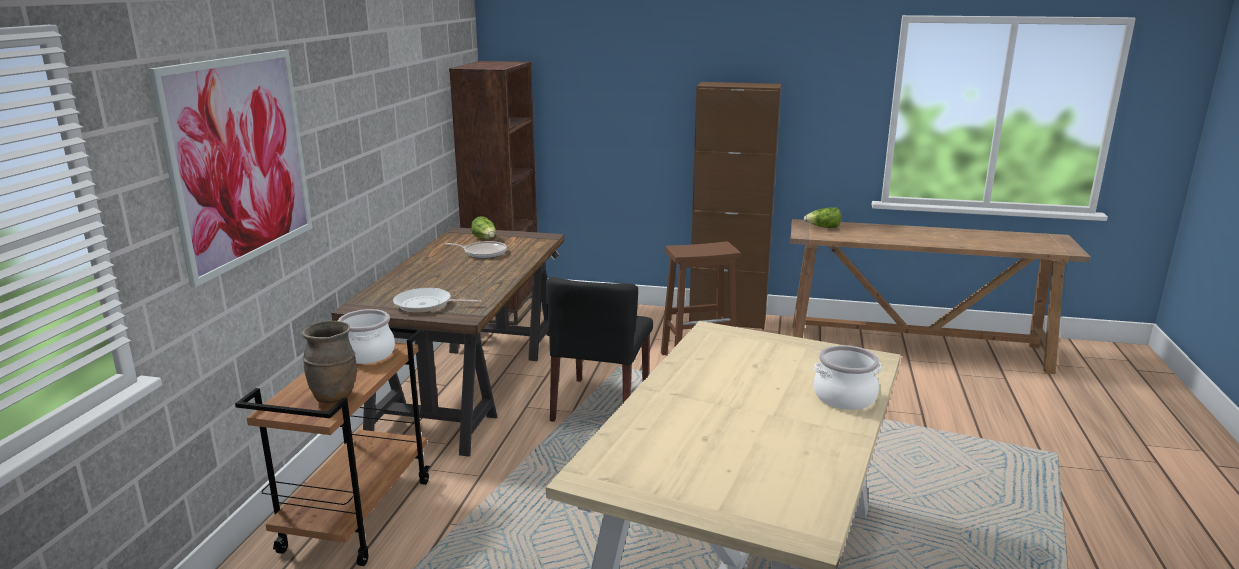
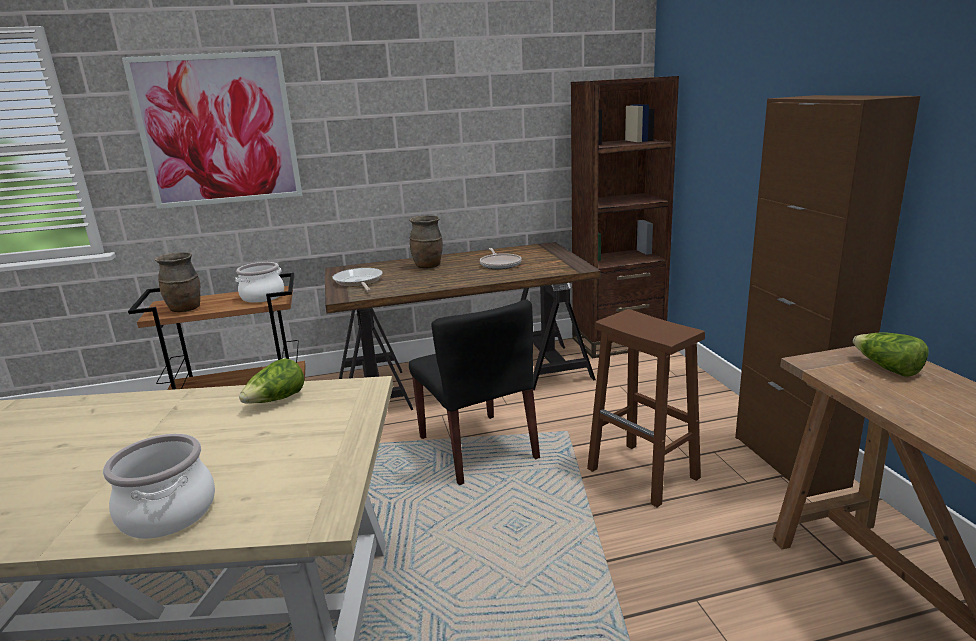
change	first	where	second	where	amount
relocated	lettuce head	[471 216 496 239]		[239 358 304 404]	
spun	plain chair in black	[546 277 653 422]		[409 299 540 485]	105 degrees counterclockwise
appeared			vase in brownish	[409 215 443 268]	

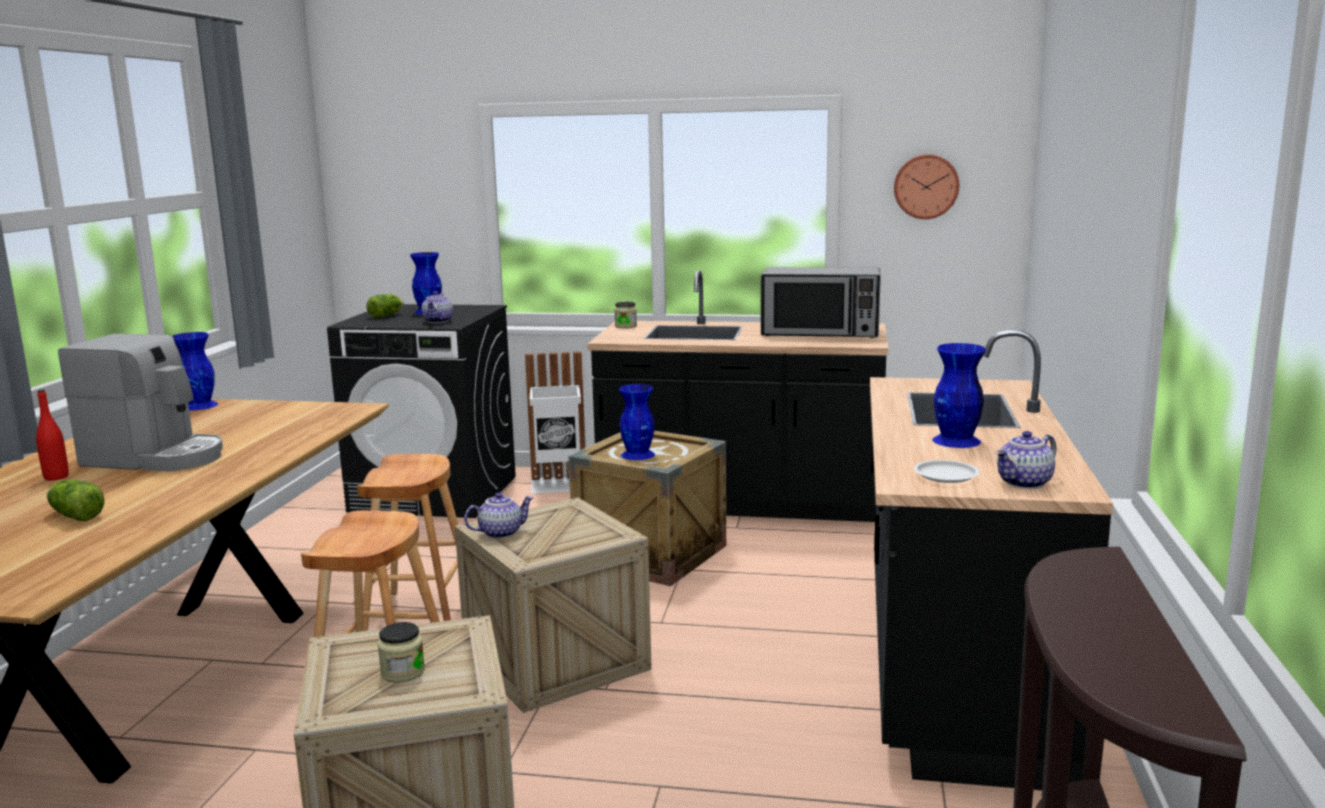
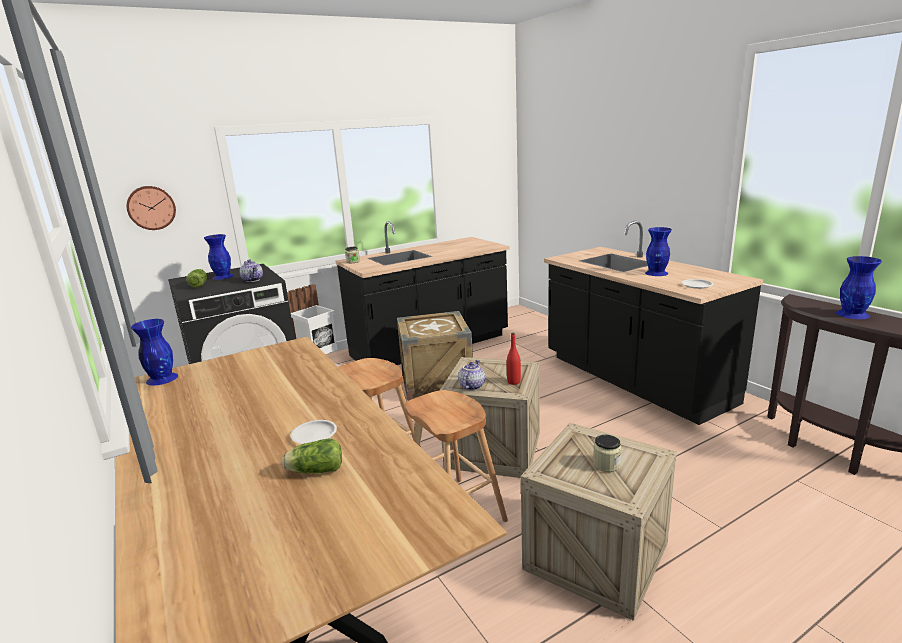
change	first	where	second	where	amount
relocated	bottle in red	[36 389 69 481]		[507 333 521 385]	
missing	coffee machine	[58 334 223 472]			
relocated	vase in blue	[619 384 655 460]		[836 256 882 319]	
missing	microwave oven	[761 267 881 338]			
relocated	wall clock	[894 154 959 219]		[126 186 176 230]	
missing	teapot	[996 431 1057 489]			
appeared			flat dish in white	[290 420 337 444]	

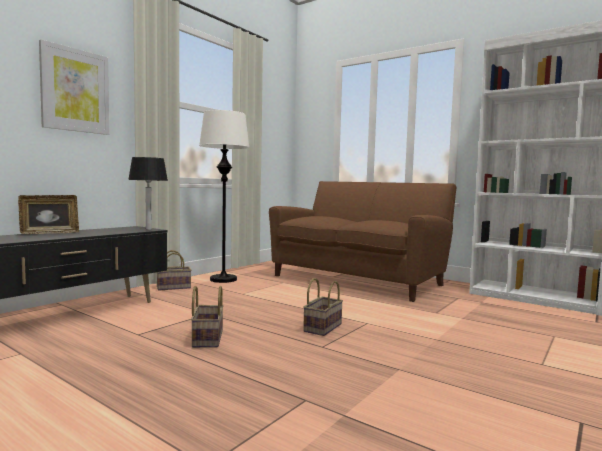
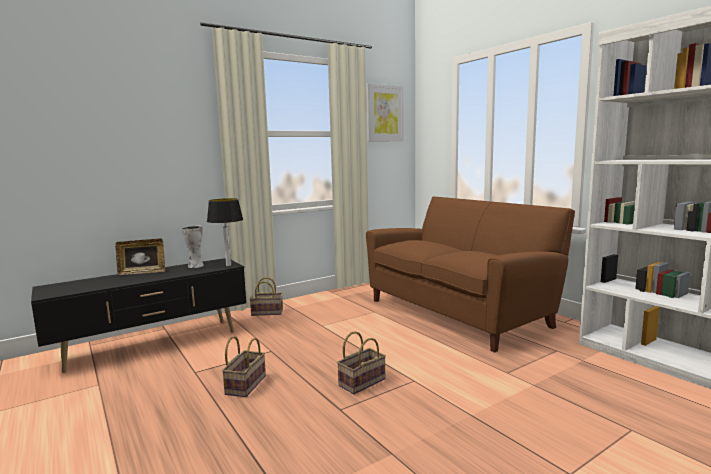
change	first	where	second	where	amount
relocated	wall art	[39 39 109 135]		[366 83 404 142]	
missing	standard lamp in white	[199 110 250 283]			
appeared			vase	[182 226 204 268]	

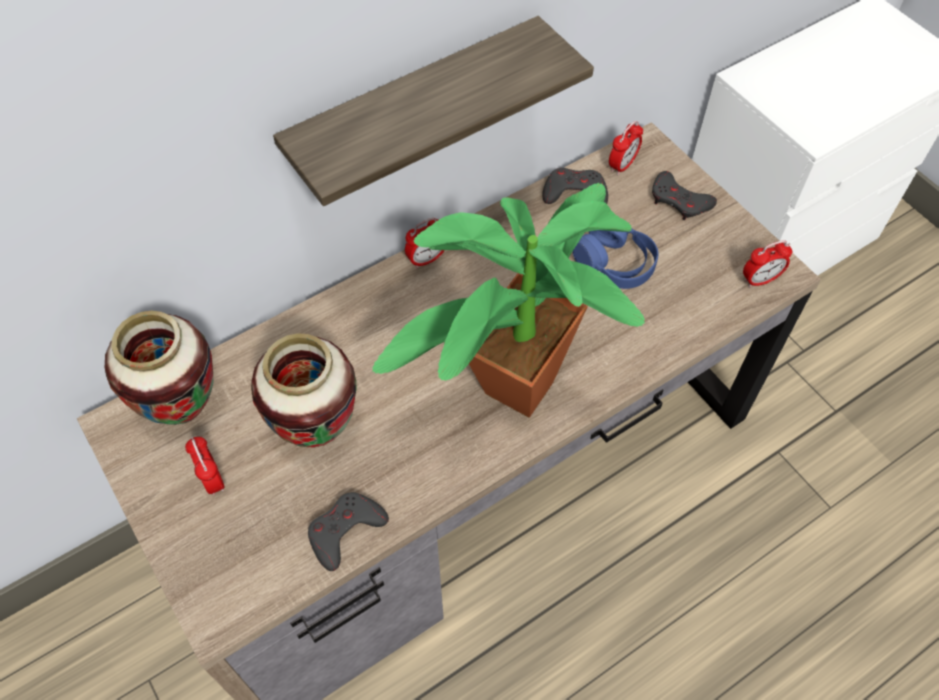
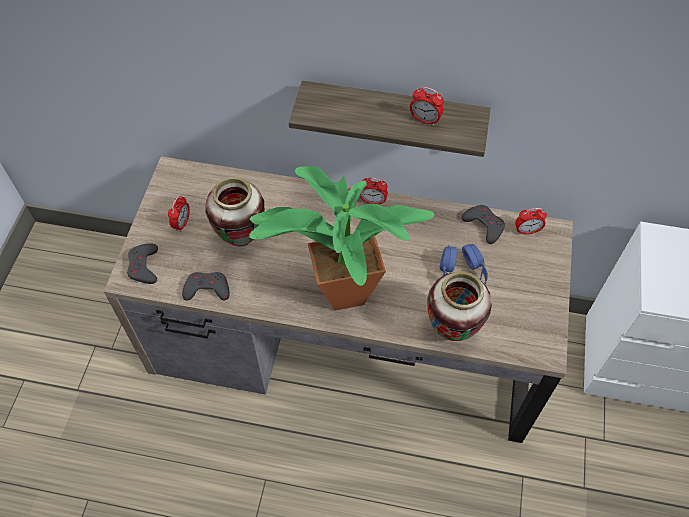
change	first	where	second	where	amount
relocated	vase	[105 311 213 425]		[427 271 492 341]	
relocated	game controller in gray	[652 171 717 220]		[127 243 158 284]	
relocated	table clock	[743 240 792 288]		[410 87 444 126]	

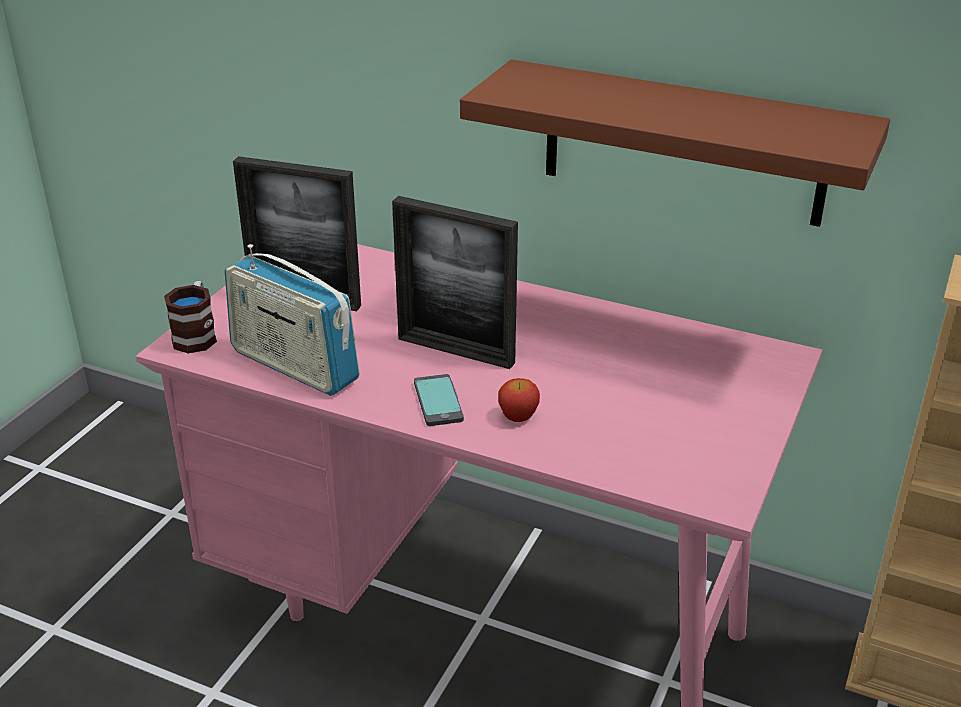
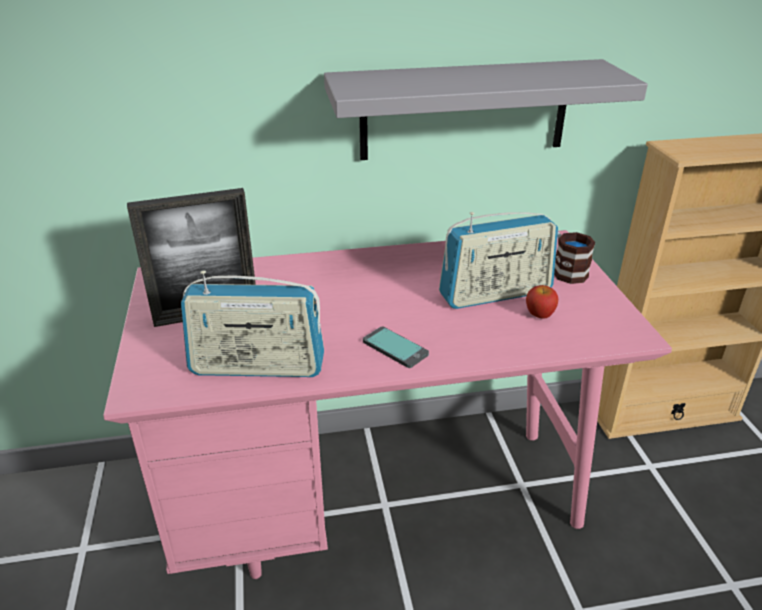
change	first	where	second	where	amount
relocated	tea mug	[164 281 217 353]		[554 232 596 284]	
missing	standing frame	[392 196 518 369]			
colour	wall shelf in brownish	[460 59 890 227]	wall shelf in gray	[324 59 648 160]	
relocated	apple fruit	[498 378 540 422]		[526 285 558 318]	
appeared			radio	[439 212 558 309]	

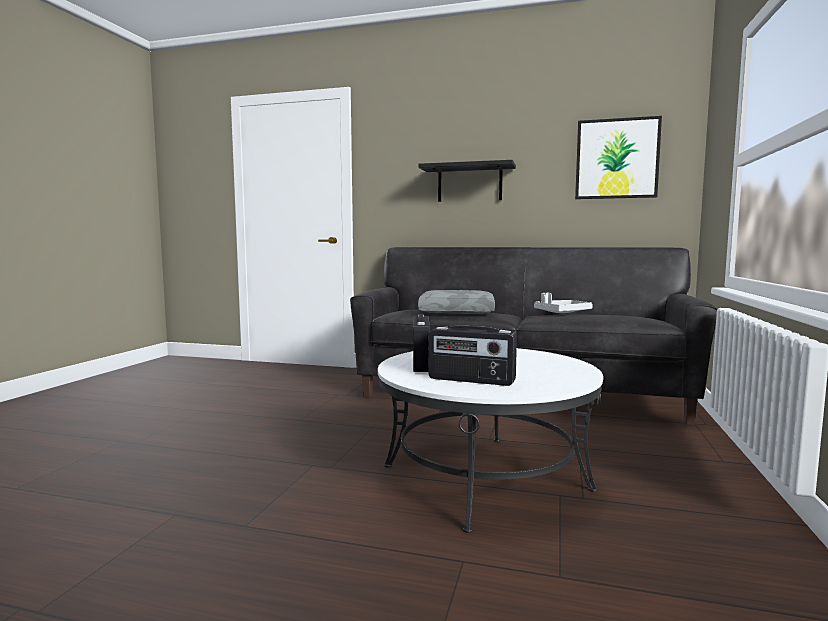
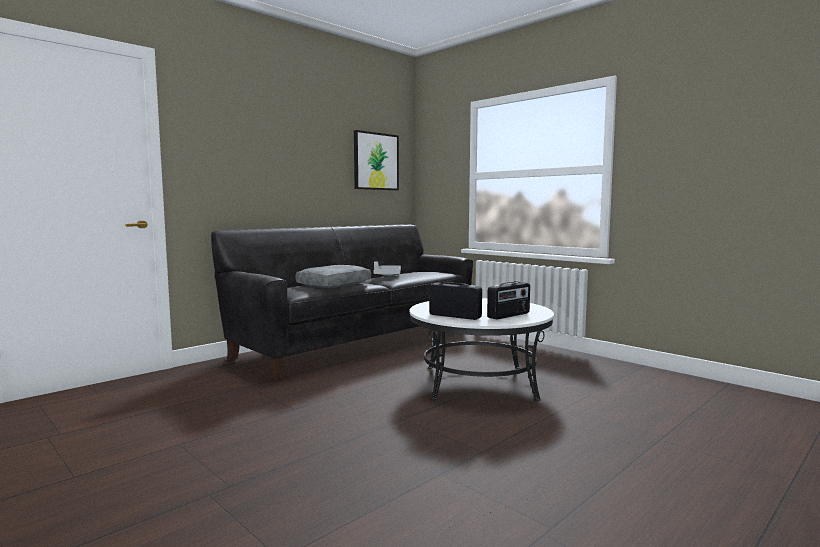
change	first	where	second	where	amount
missing	wall shelf in black	[418 160 516 202]			

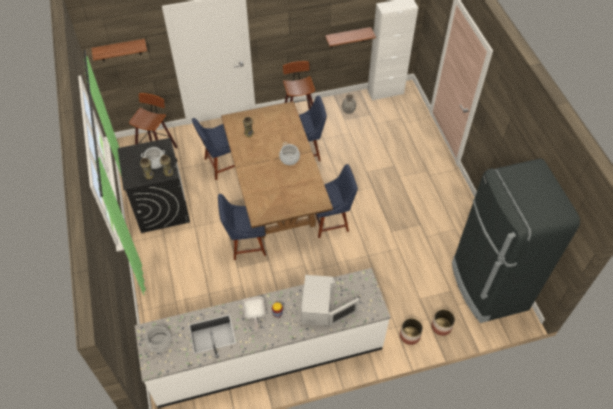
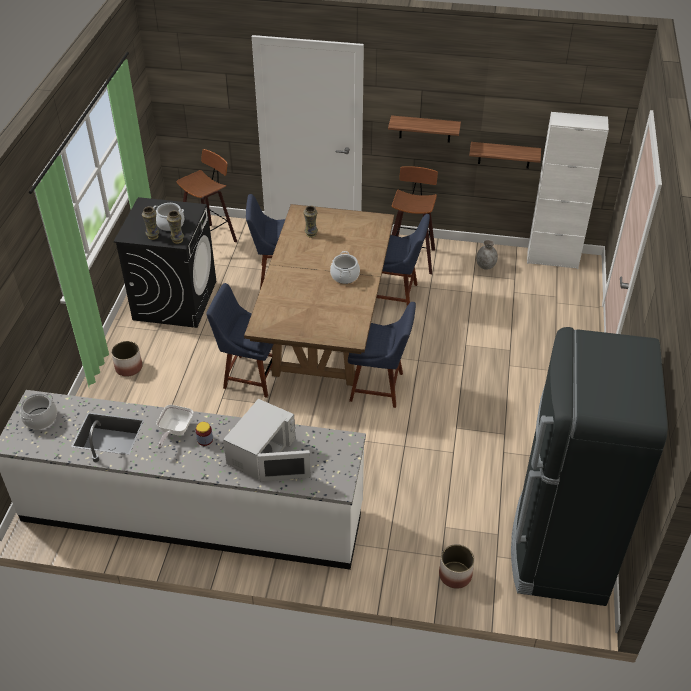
change	first	where	second	where	amount
relocated	wall shelf	[91 39 147 61]		[388 115 461 143]	
relocated	planter	[400 318 423 345]		[111 341 142 377]	

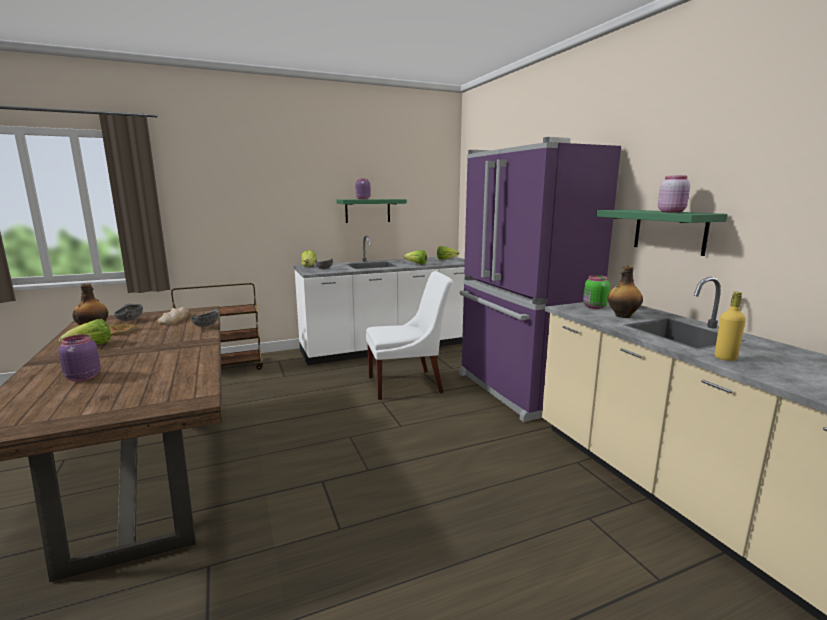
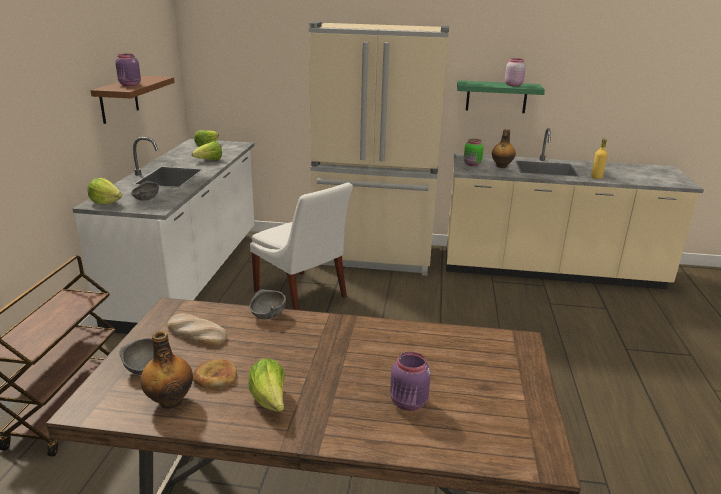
change	first	where	second	where	amount
colour	wall shelf in greenish	[336 199 407 223]	wall shelf in brownish	[91 76 175 124]	
spun	plain chair in white	[366 271 453 400]		[250 183 353 310]	120 degrees clockwise
colour	fridge in purplish	[459 137 621 422]	fridge in sand-coloured	[309 22 449 276]	

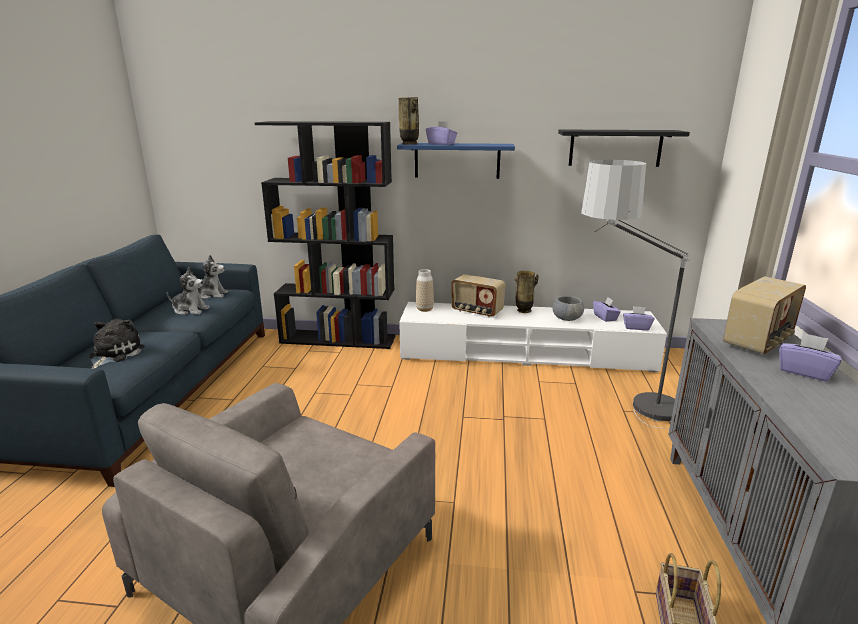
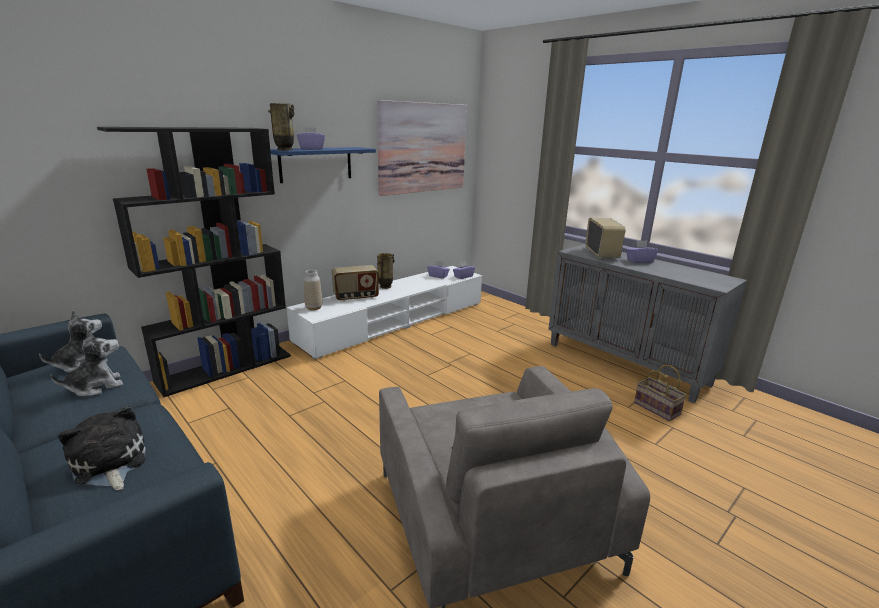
change	first	where	second	where	amount
missing	bowl in gray	[552 296 584 321]			
exchanged	wall shelf in black	[558 129 690 167]	wall art	[377 100 467 196]	
missing	standard lamp	[581 160 690 429]			

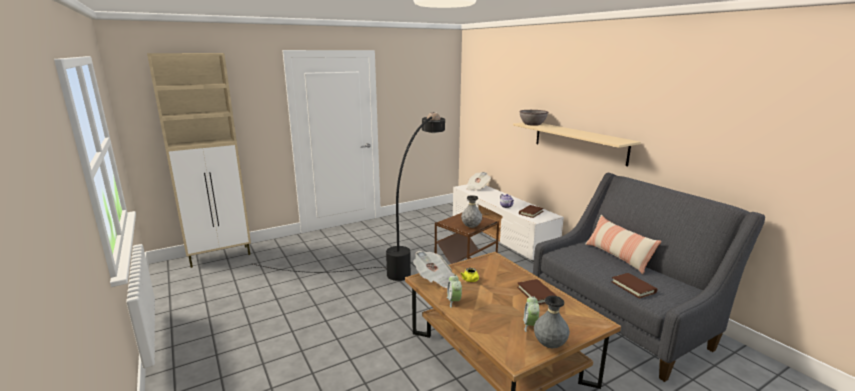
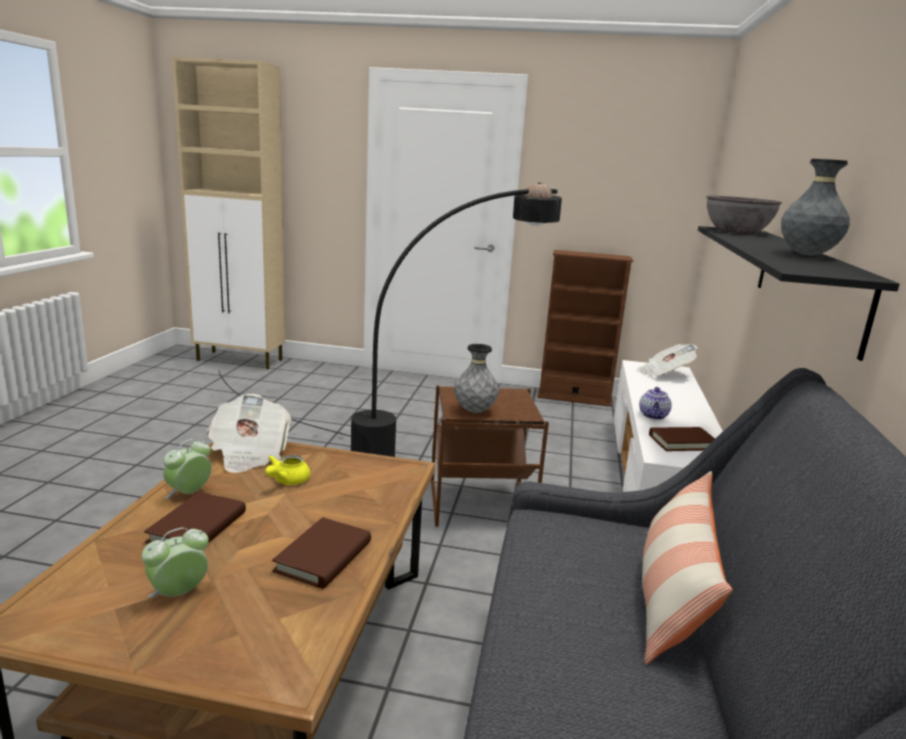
change	first	where	second	where	amount
colour	wall shelf in sand-coloured	[513 122 641 166]	wall shelf in black	[698 226 900 361]	
relocated	vase in gray	[534 296 570 348]		[781 159 850 256]	
relocated	volume in brownish	[611 273 657 299]		[144 492 246 544]	
appeared			bookshelf in brownish	[537 250 633 407]	

